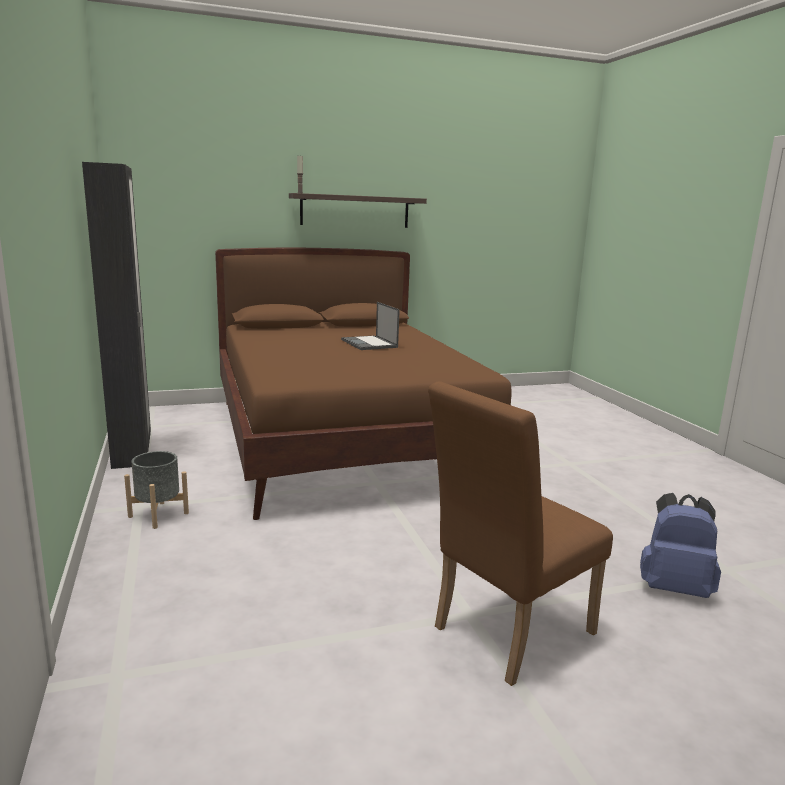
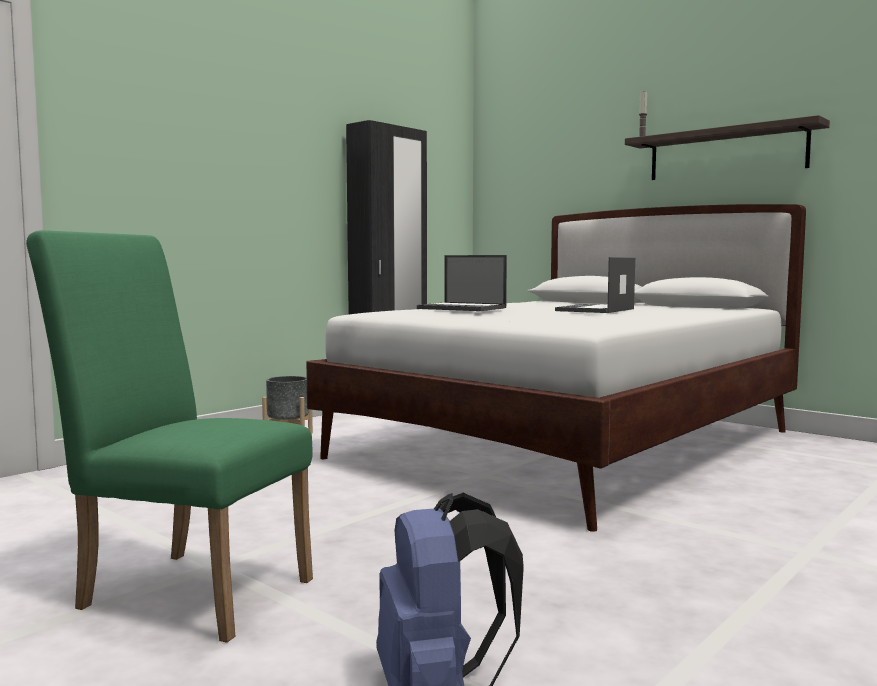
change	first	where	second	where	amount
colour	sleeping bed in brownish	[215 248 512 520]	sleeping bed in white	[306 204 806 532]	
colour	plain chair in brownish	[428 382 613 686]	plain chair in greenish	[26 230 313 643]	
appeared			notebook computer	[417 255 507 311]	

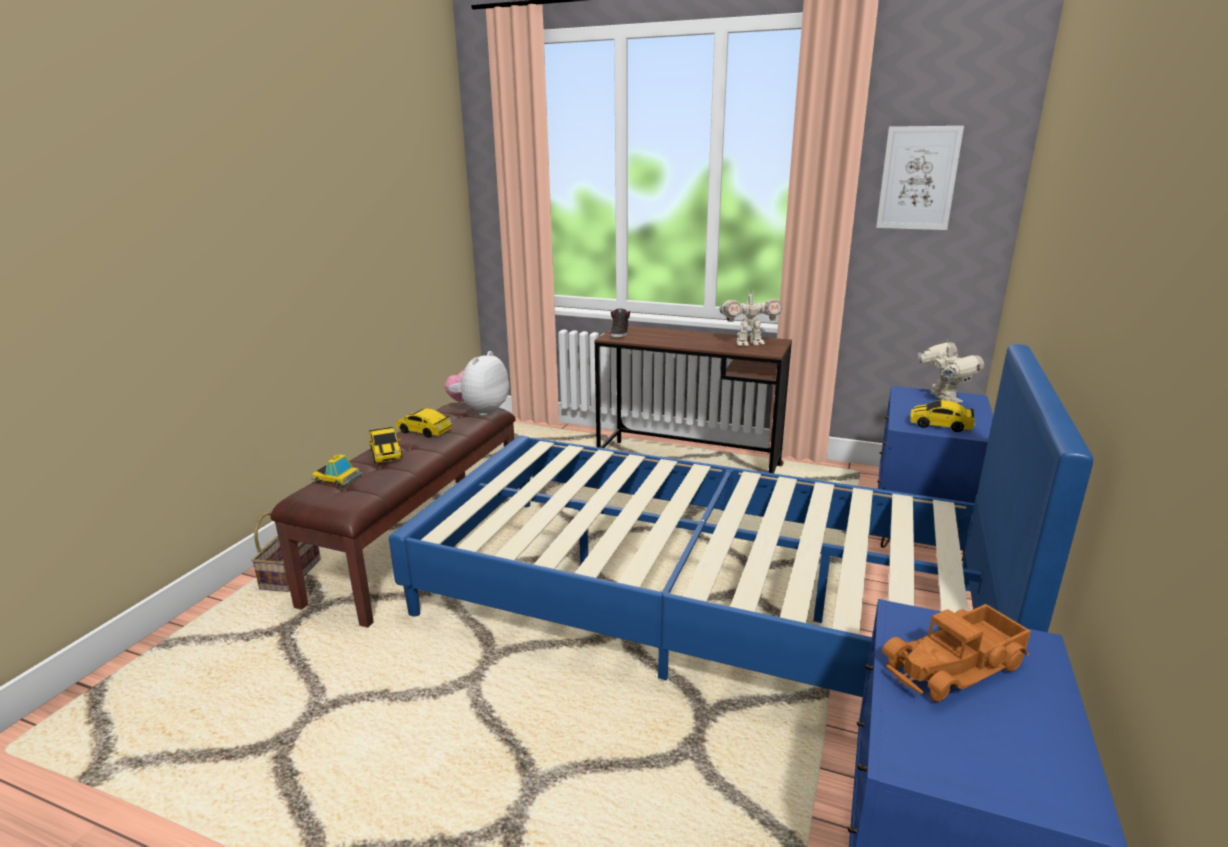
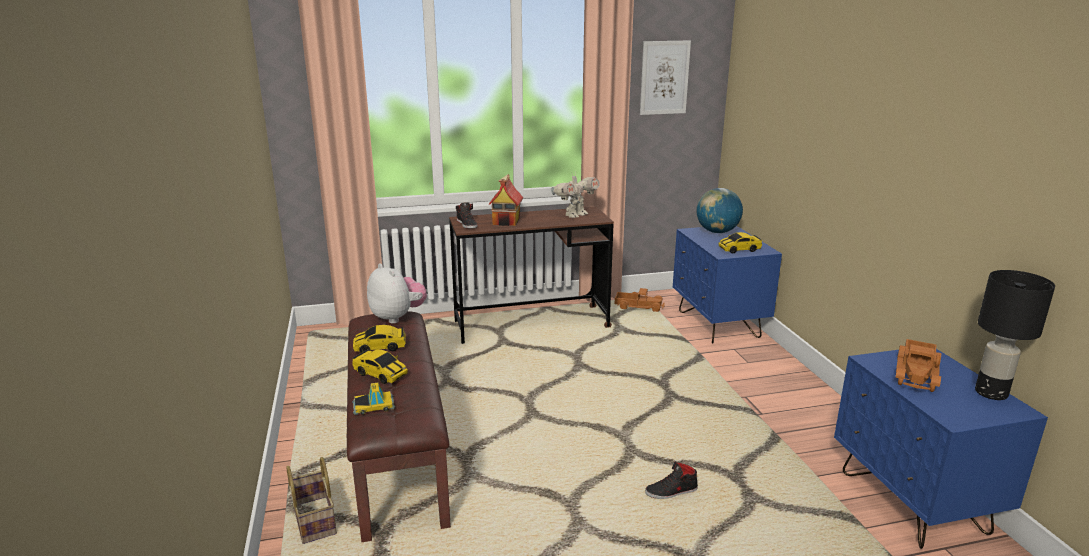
change	first	where	second	where	amount
missing	sleeping bed in blue	[389 344 1093 697]			
spun	plush toy	[445 351 509 416]		[367 263 427 324]	150 degrees clockwise
exchanged	robot figure	[918 340 984 403]	desk globe	[696 188 743 233]	
appeared			model house	[488 174 523 226]	
appeared			model truck	[615 288 665 312]	
appeared			item of footwear in black	[645 462 698 499]	
appeared			lamp for a table in black	[975 270 1055 400]	

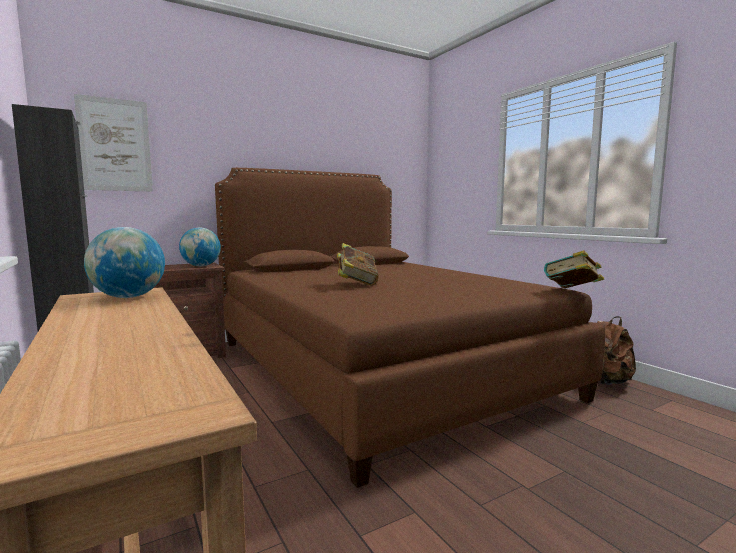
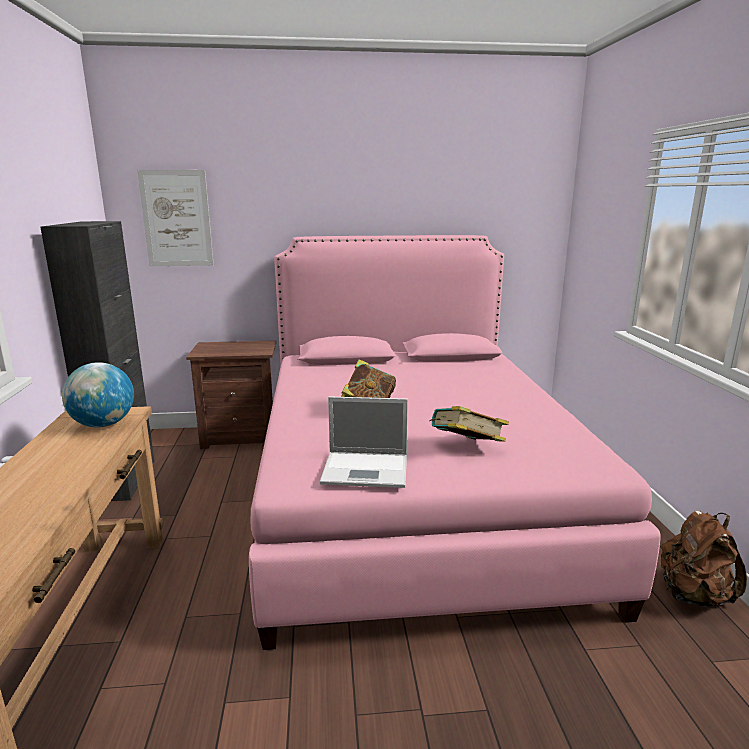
change	first	where	second	where	amount
missing	desk globe	[179 227 221 266]			
colour	sleeping bed in brownish	[215 168 605 488]	sleeping bed in pink-coloured	[249 235 660 650]	
relocated	volume	[544 250 604 288]		[429 406 509 442]	
appeared			notebook computer	[320 396 408 488]	

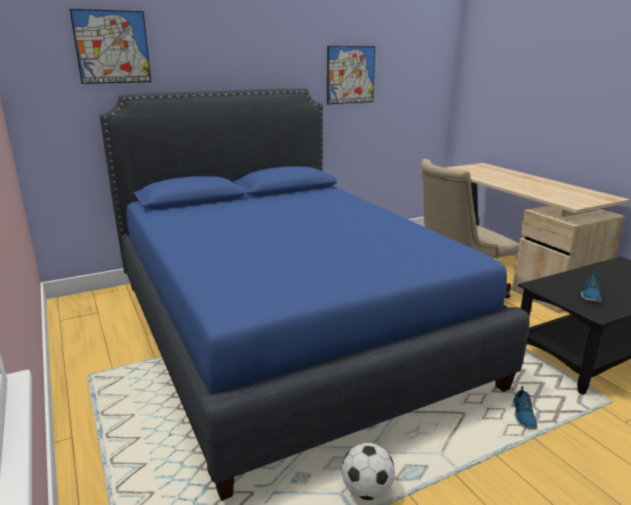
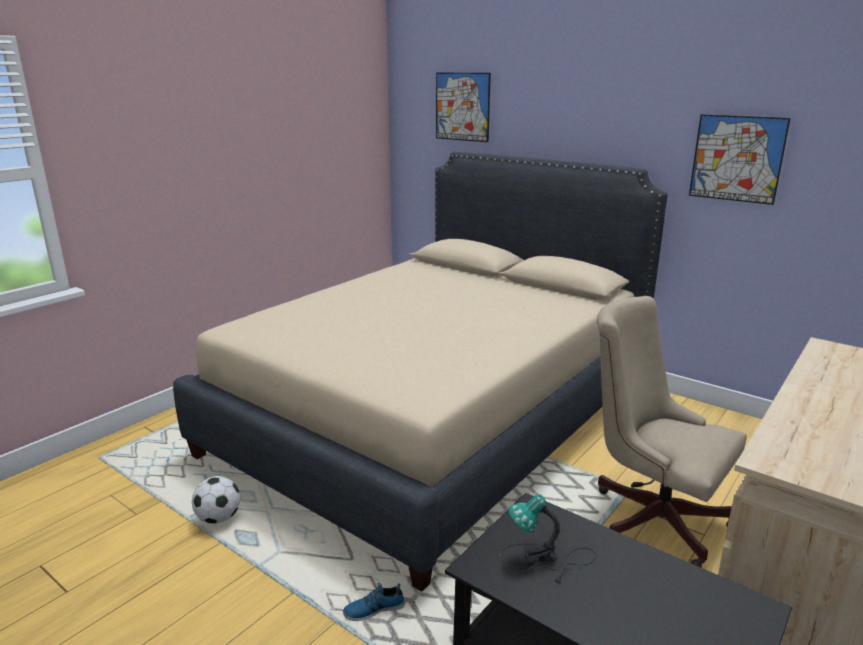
change	first	where	second	where	amount
colour	sleeping bed in blue	[100 88 530 501]	sleeping bed in sand-coloured	[173 152 668 592]	
exchanged	item of footwear	[581 271 601 302]	lamp for a table	[499 494 596 583]	

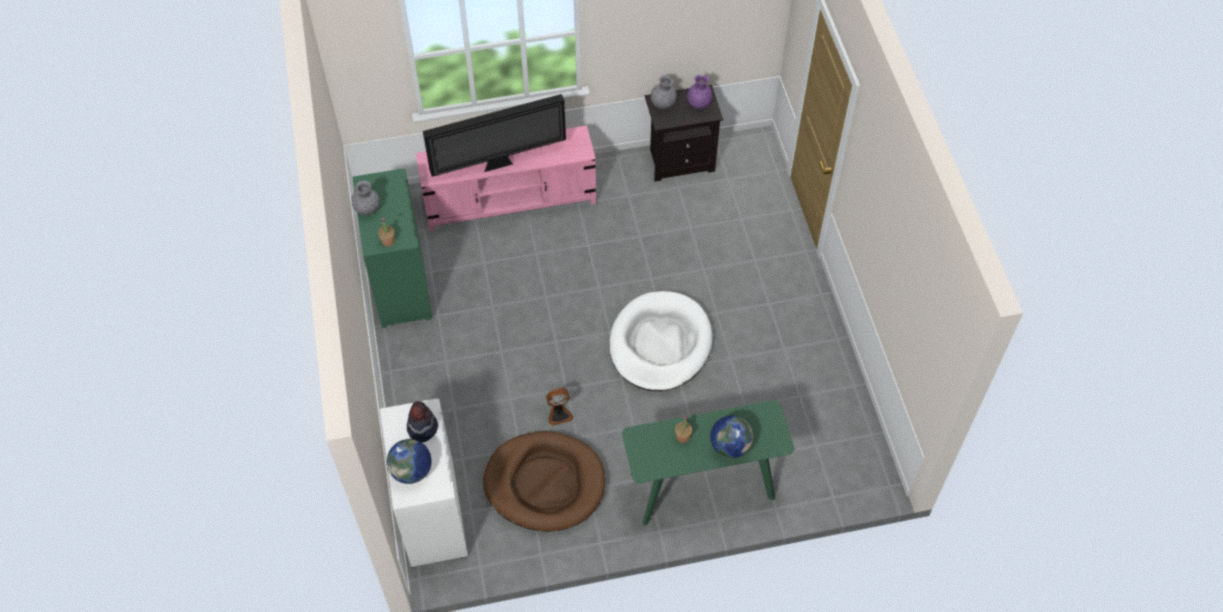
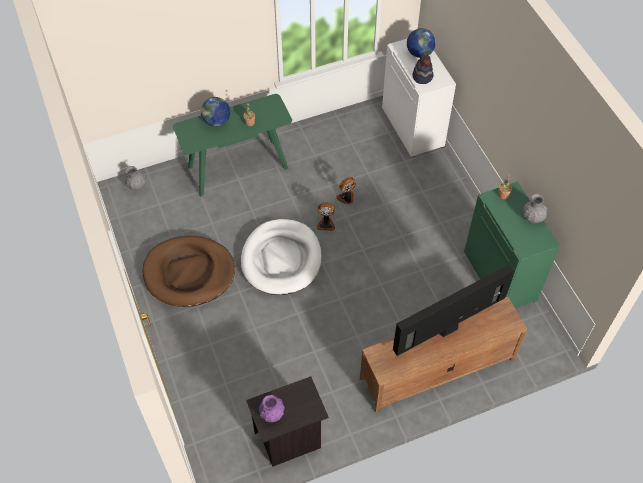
change	first	where	second	where	amount
colour	media console in pink-coloured	[416 126 596 231]	media console in brownish	[360 296 528 412]	
relocated	pet bed in brownish	[483 431 605 532]		[142 236 235 307]	
relocated	vase in gray	[650 75 677 109]		[125 166 146 190]	
appeared			cooling fan	[316 202 335 231]	

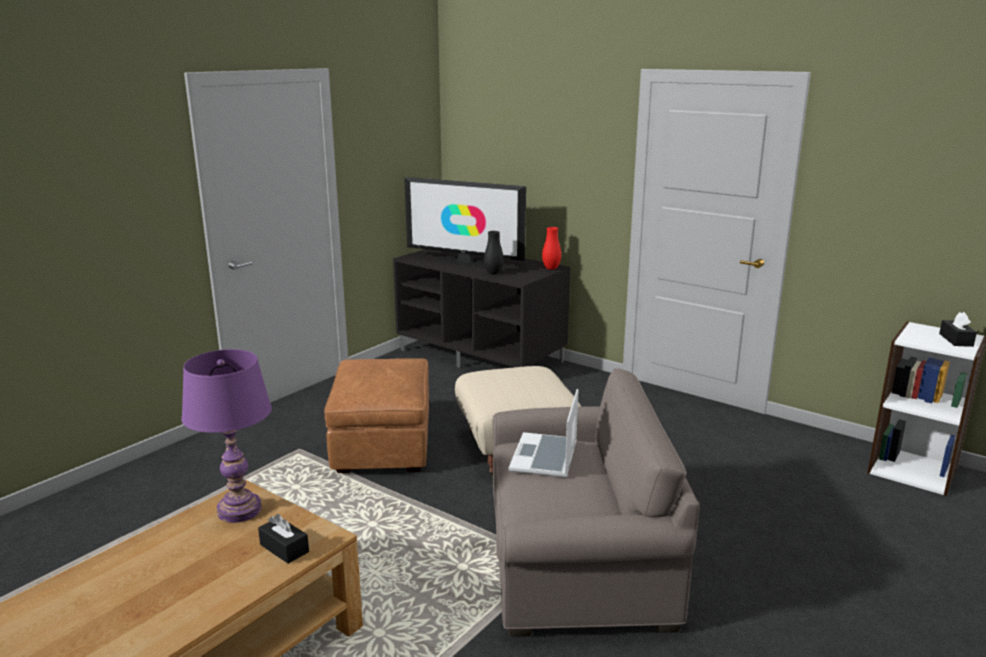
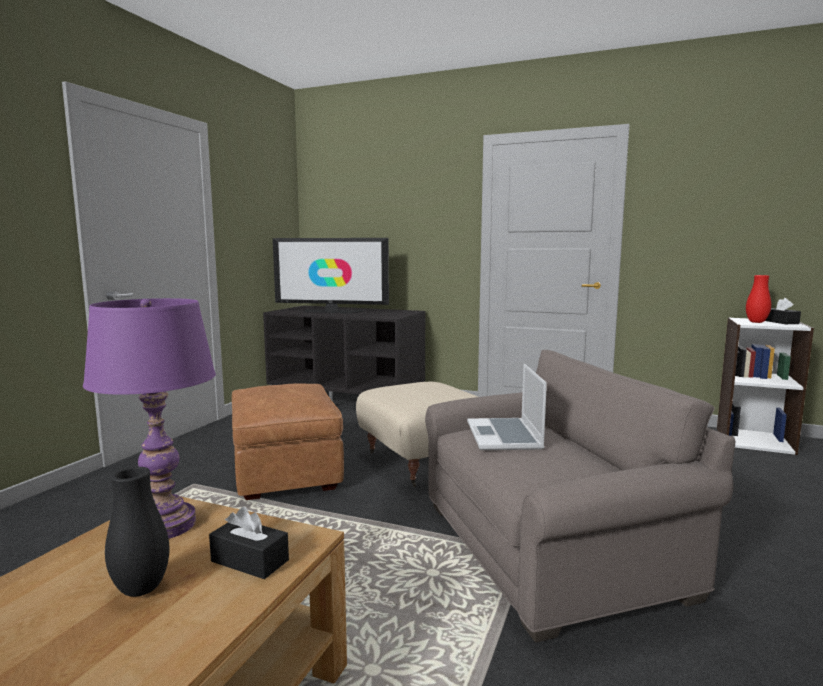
change	first	where	second	where	amount
relocated	vase in black	[484 231 504 274]		[105 467 169 597]	
relocated	vase in red	[542 227 561 270]		[746 275 771 323]	

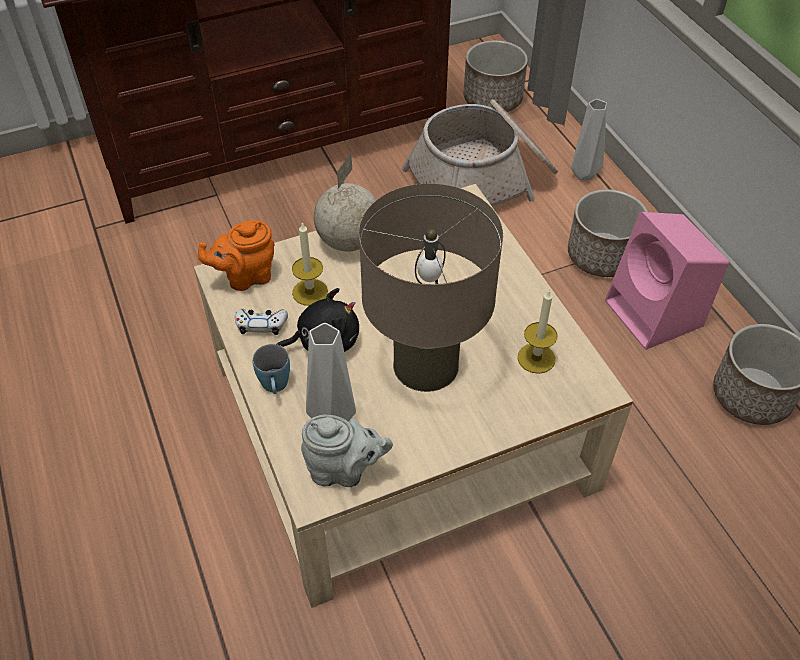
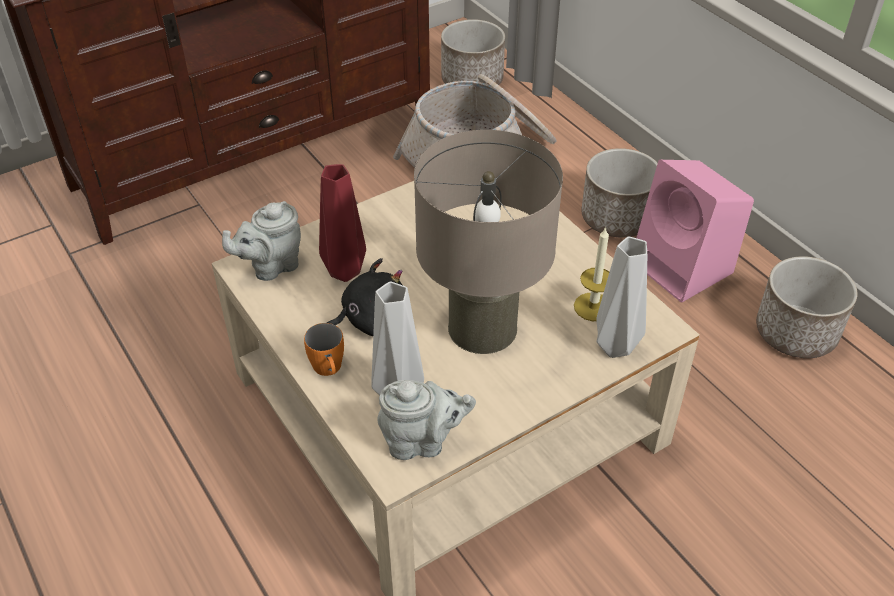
change	first	where	second	where	amount
colour	teapot in orange	[198 220 275 291]	teapot in gray	[222 201 301 281]	
missing	game controller in white	[235 309 288 335]			
colour	tea mug in blue	[252 344 290 394]	tea mug in orange	[304 323 344 376]	
exchanged	candle	[292 222 328 306]	vase in red	[319 164 366 282]	
missing	desk globe	[314 153 376 251]			
relocated	vase in gray	[571 99 607 180]		[596 237 647 358]	

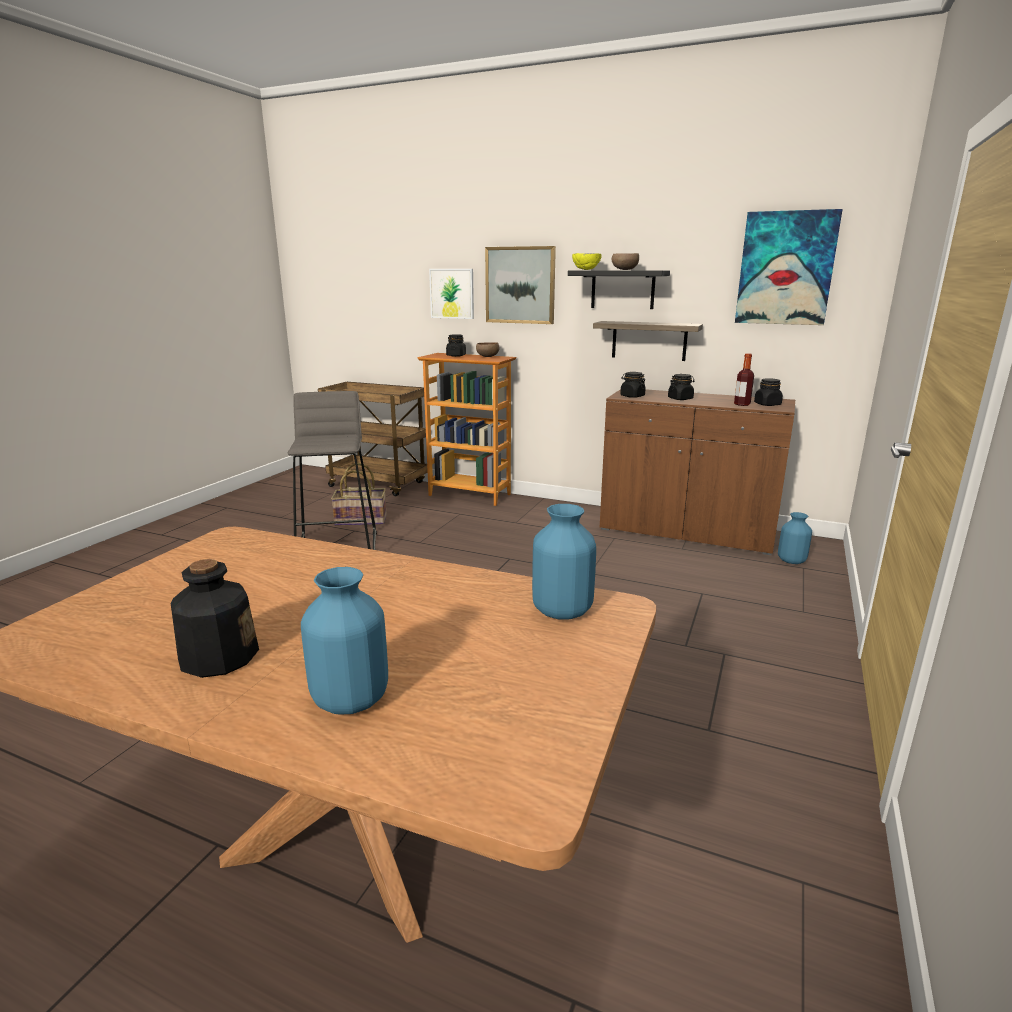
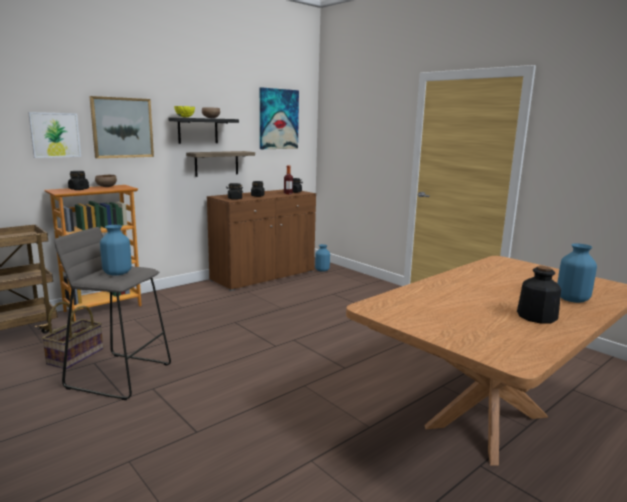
change	first	where	second	where	amount
relocated	vase in blue	[532 504 596 619]		[100 225 132 275]	

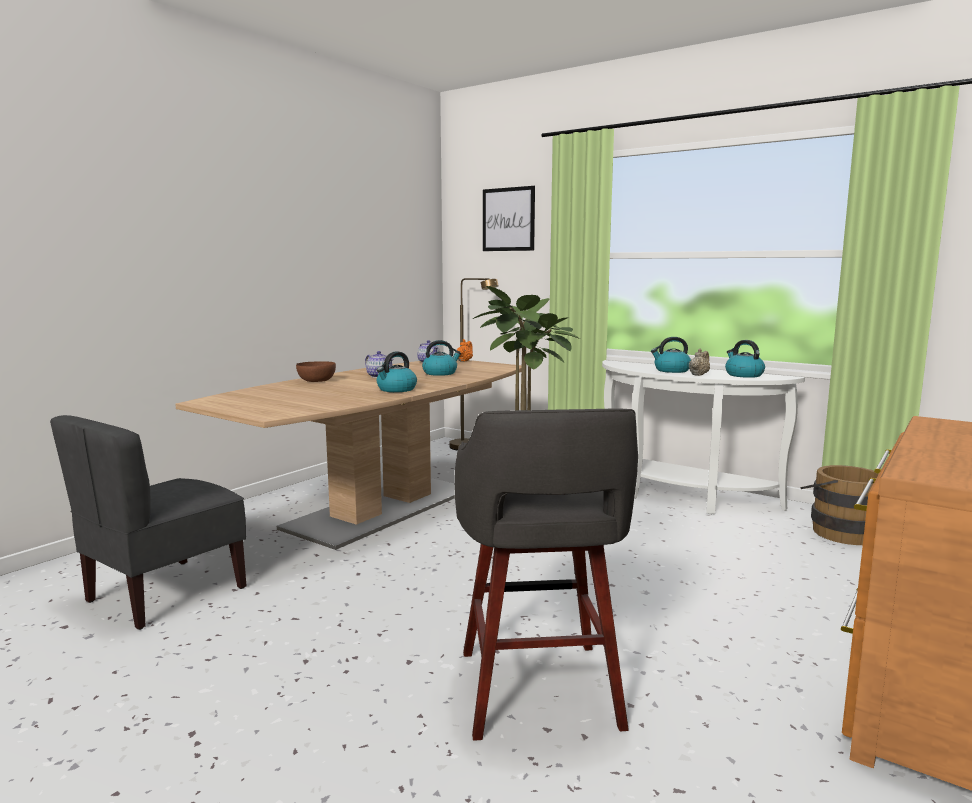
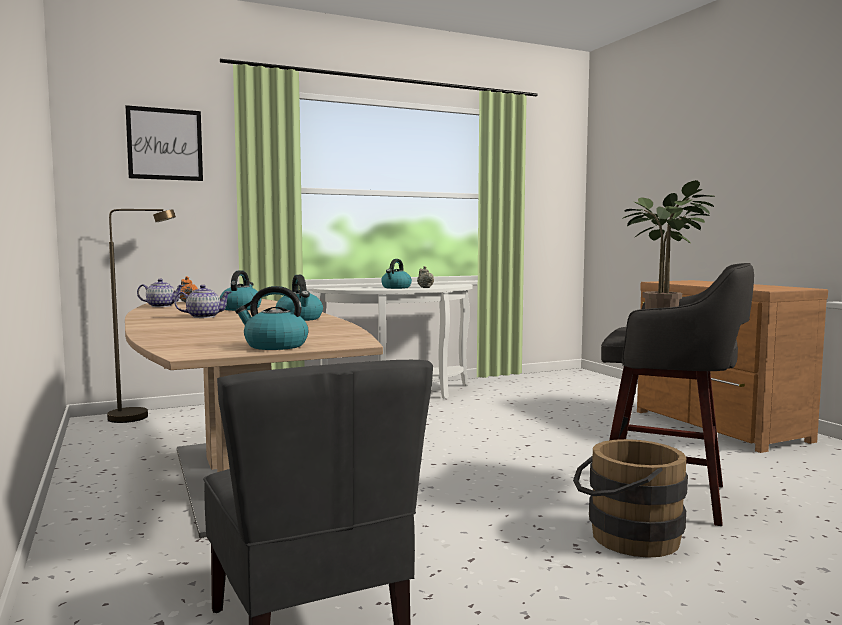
change	first	where	second	where	amount
missing	bowl in brownish	[296 361 336 382]			
relocated	tea kettle	[725 340 765 378]		[235 286 308 350]	
relocated	water bucket in brownish	[800 465 879 545]		[573 439 688 558]	

